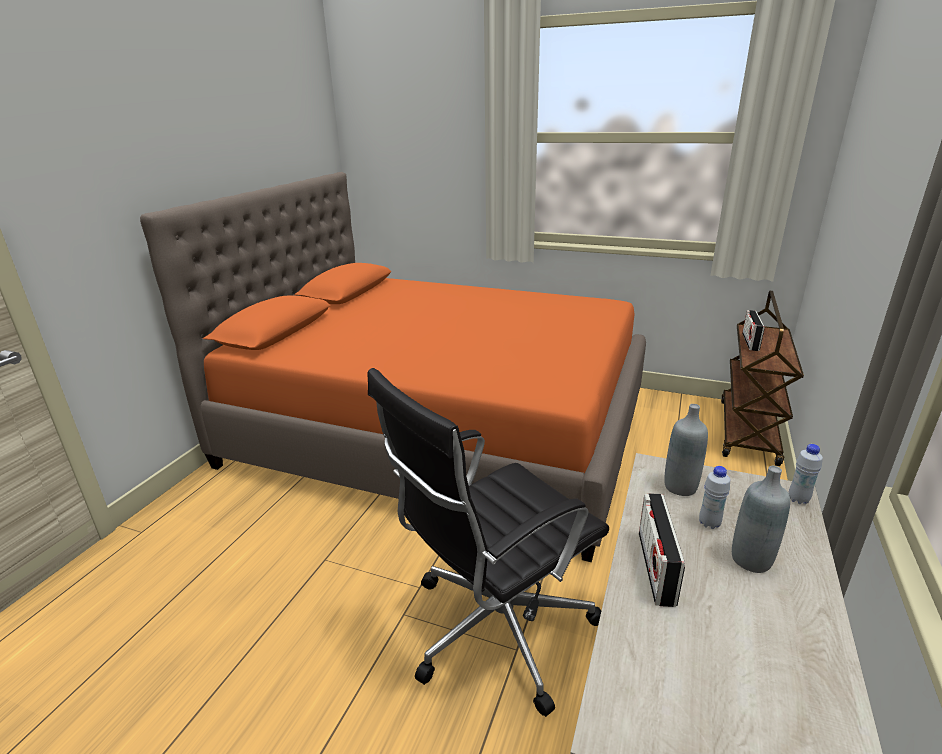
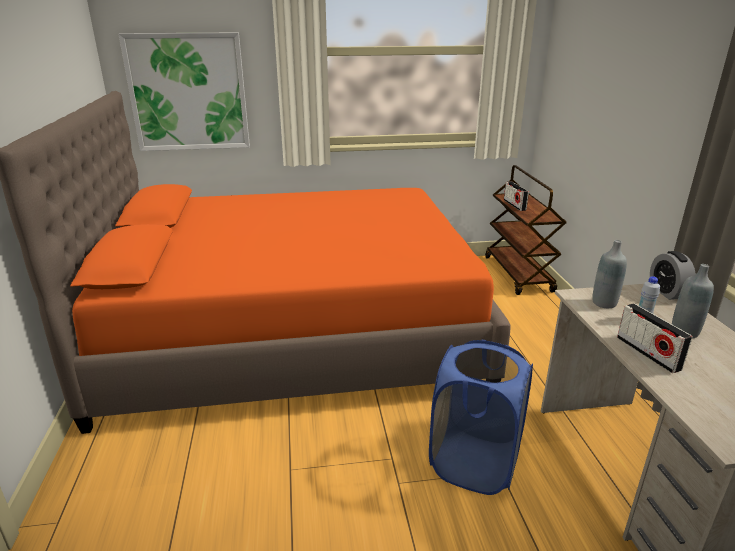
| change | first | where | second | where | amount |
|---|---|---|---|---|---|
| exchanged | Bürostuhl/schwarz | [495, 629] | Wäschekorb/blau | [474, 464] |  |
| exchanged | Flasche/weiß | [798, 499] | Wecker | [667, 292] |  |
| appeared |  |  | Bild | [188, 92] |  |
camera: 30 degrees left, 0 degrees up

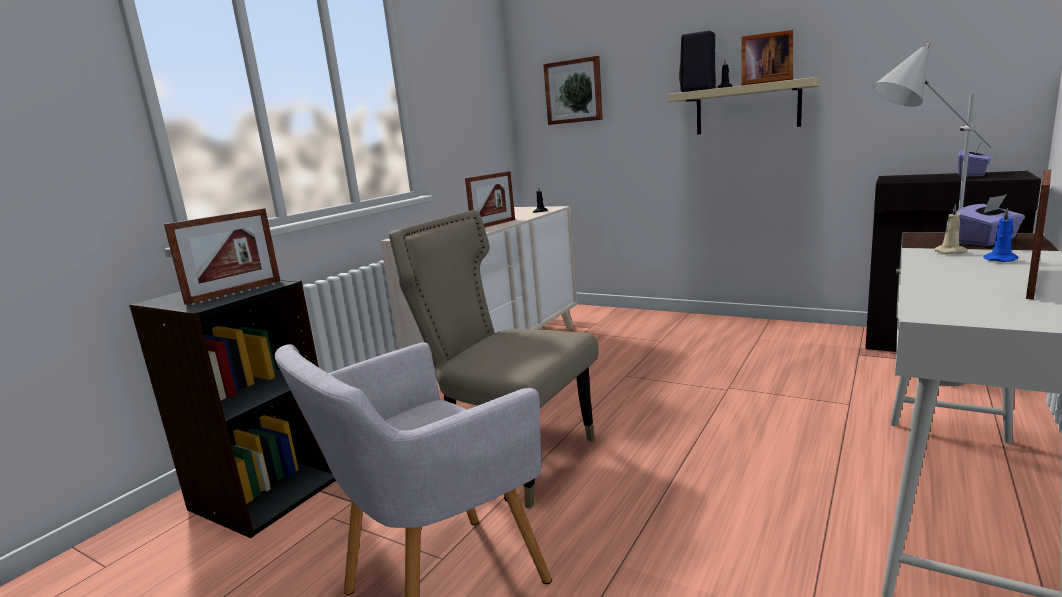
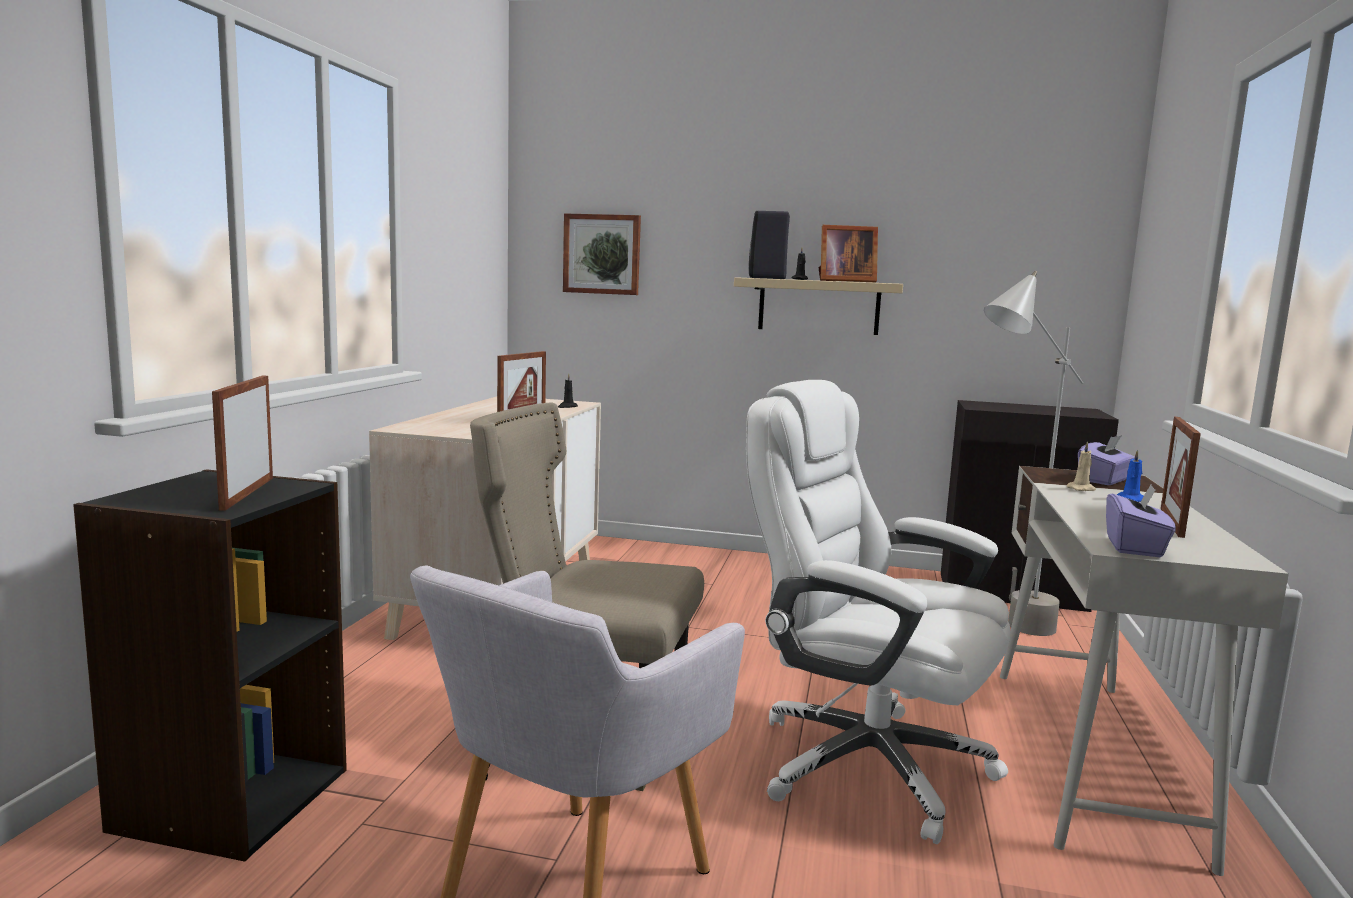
| change | first | where | second | where | amount |
|---|---|---|---|---|---|
| spun | Bilderrahmen | [235, 292] |  | [247, 493] | 150 degrees clockwise |
| relocated | Taschentuchbox/lila | [972, 175] |  | [1135, 547] |  |
| appeared |  |  | Bürostuhl/weiß | [865, 763] |  |
camera: 20 degrees left, 5 degrees down

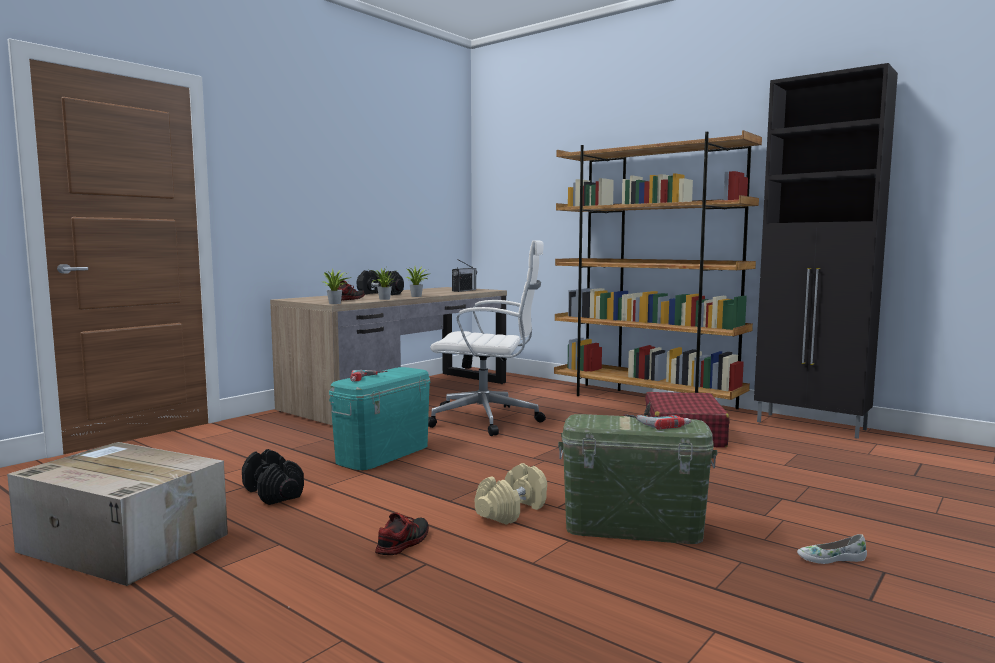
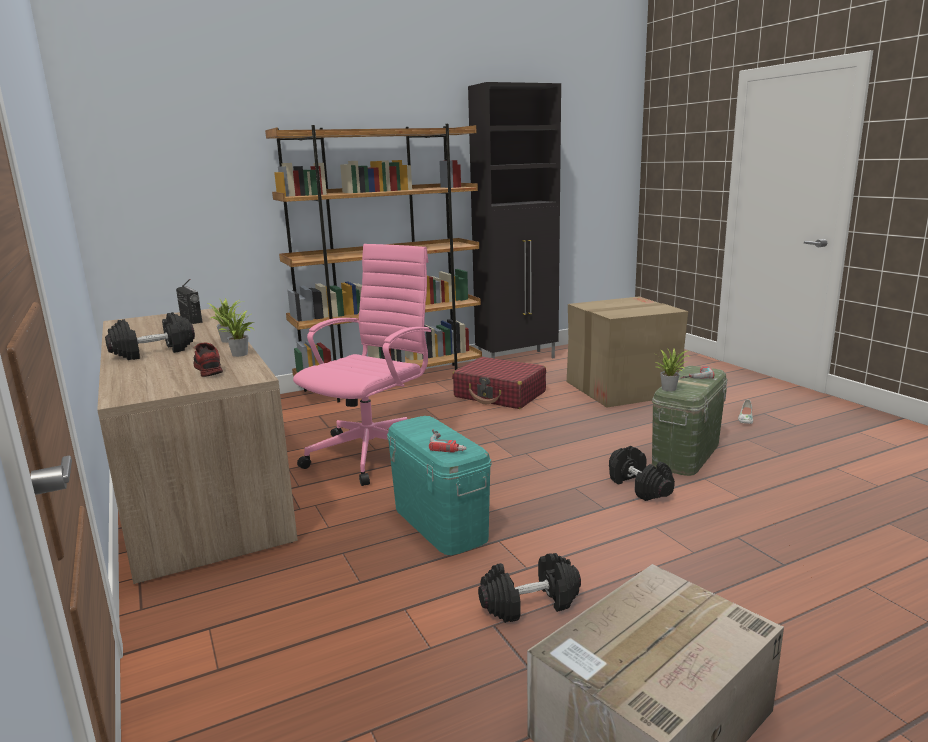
| change | first | where | second | where | amount |
|---|---|---|---|---|---|
| relocated | Topfpflanze | [336, 303] |  | [669, 388] |  |
| missing | Schuh | [403, 543] |  |  |  |
| colour | Bürostuhl/weiß | [488, 420] | Bürostuhl/rosa | [373, 453] |  |
| colour | Hantel/beige | [512, 511] | Hantel/schwarz | [640, 487] |  |
| appeared |  |  | Karton | [621, 388] |  |
camera: 65 degrees left, 10 degrees up

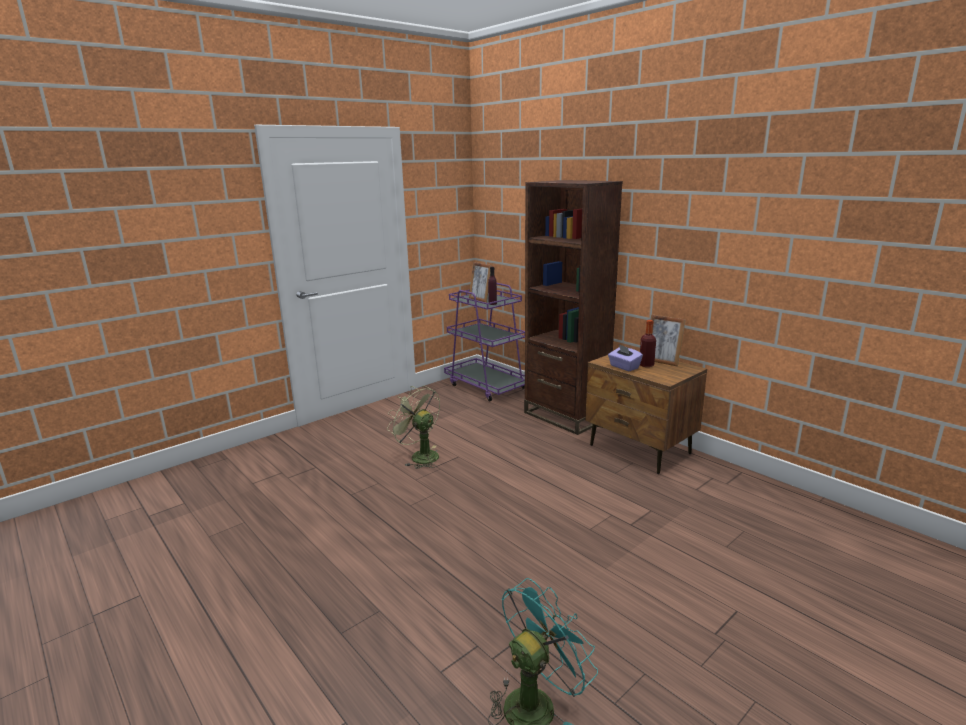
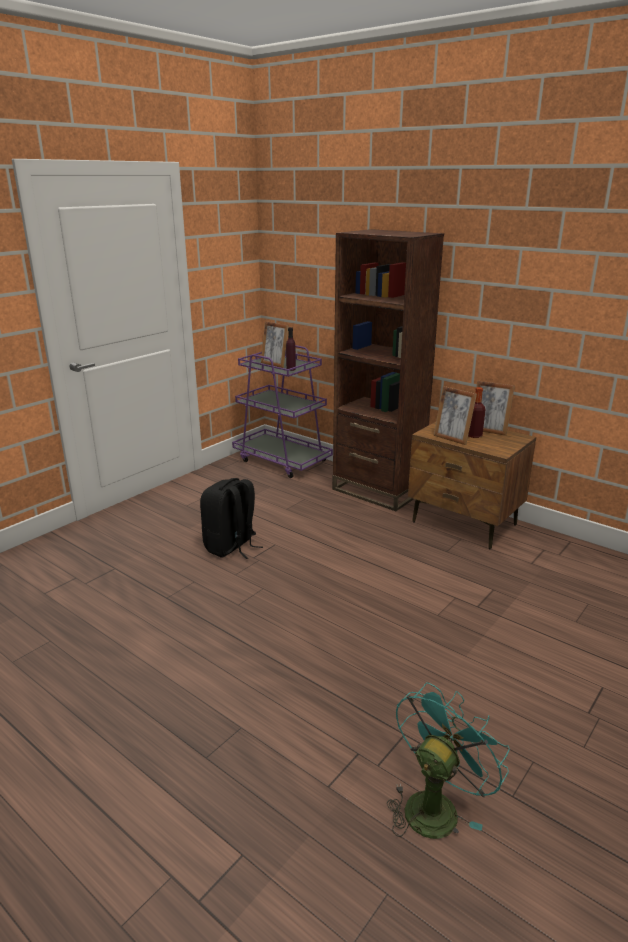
| change | first | where | second | where | amount |
|---|---|---|---|---|---|
| exchanged | Ventilator/grün | [419, 456] | Rucksack/schwarz | [231, 547] |  |
| exchanged | Taschentuchbox/lila | [624, 367] | Bilderrahmen | [452, 439] |  |
camera: 10 degrees left, 5 degrees up

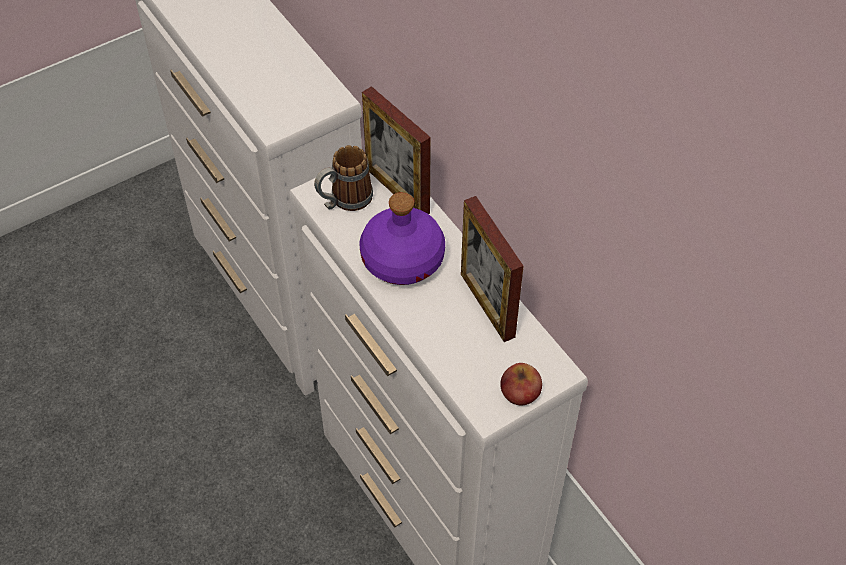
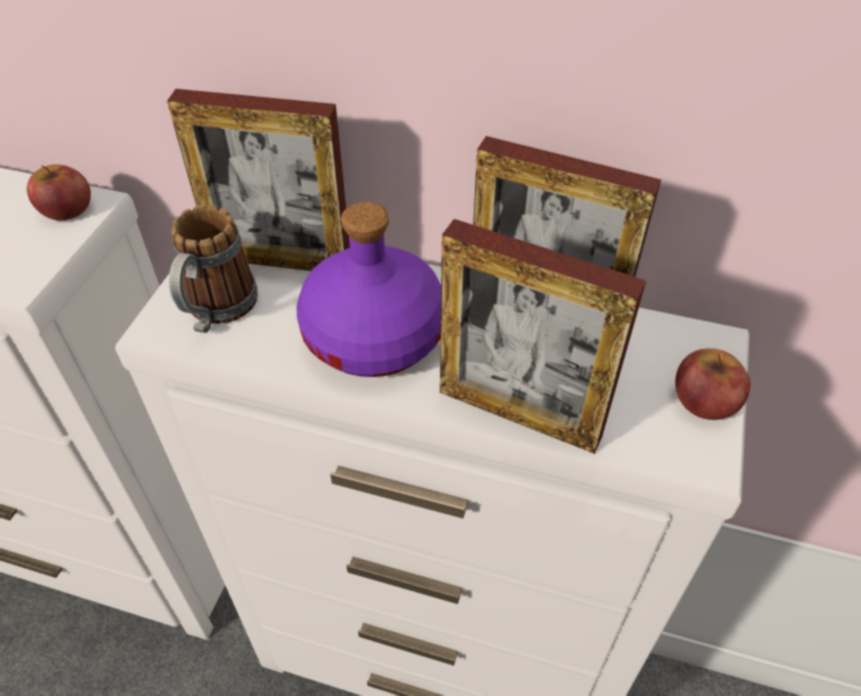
| change | first | where | second | where | amount |
|---|---|---|---|---|---|
| appeared |  |  | Apfel | [66, 208] |  |
| appeared |  |  | Bilderrahmen | [519, 413] |  |
camera: 40 degrees left, 5 degrees down

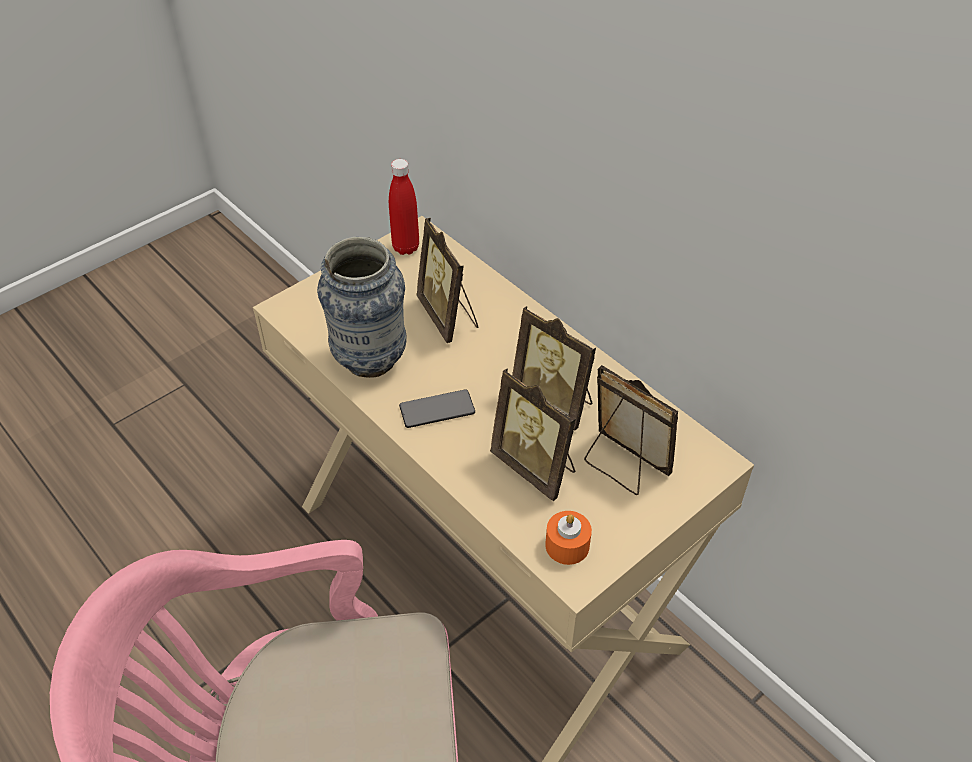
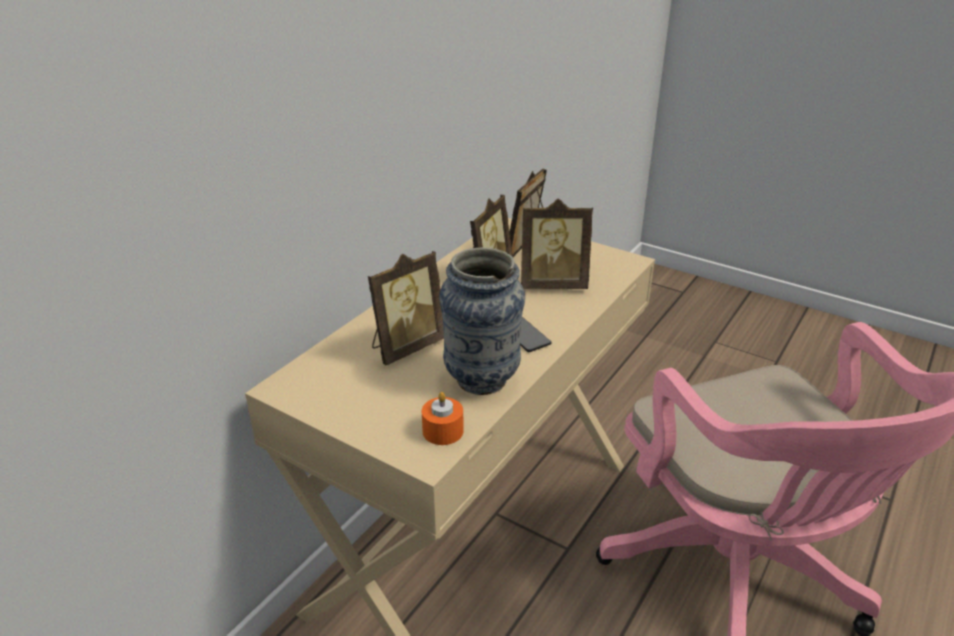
| change | first | where | second | where | amount |
|---|---|---|---|---|---|
| missing | Flasche/rot | [406, 247] |  |  |  |
| spun | Bilderrahmen | [536, 467] |  | [553, 284] | 60 degrees clockwise |
| relocated | Kerze/orange | [567, 545] |  | [443, 431] |  |
camera: 105 degrees left, 15 degrees down

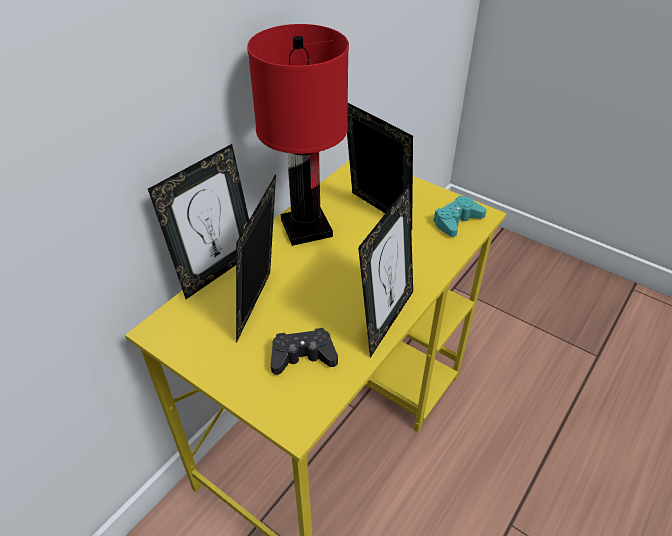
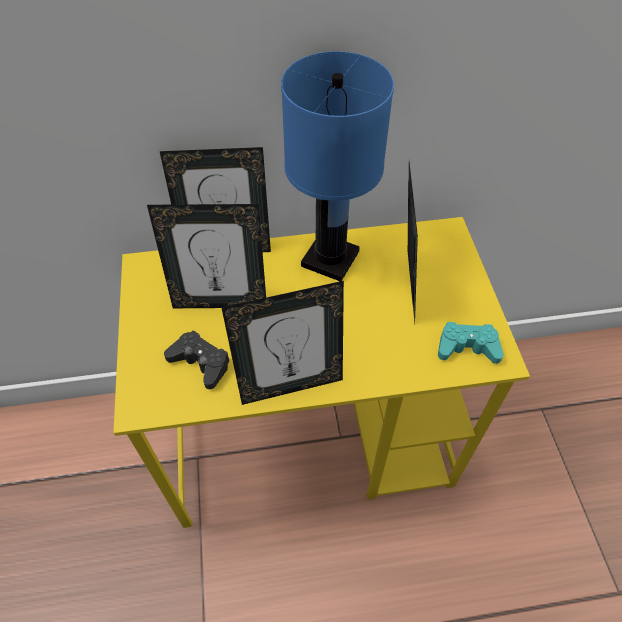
| change | first | where | second | where | amount |
|---|---|---|---|---|---|
| spun | Bilderrahmen | [261, 307] |  | [220, 301] | 150 degrees counterclockwise |
| colour | Tischlampe/rot | [306, 228] | Tischlampe/blau | [329, 259] |  |
camera: 45 degrees right, 10 degrees up

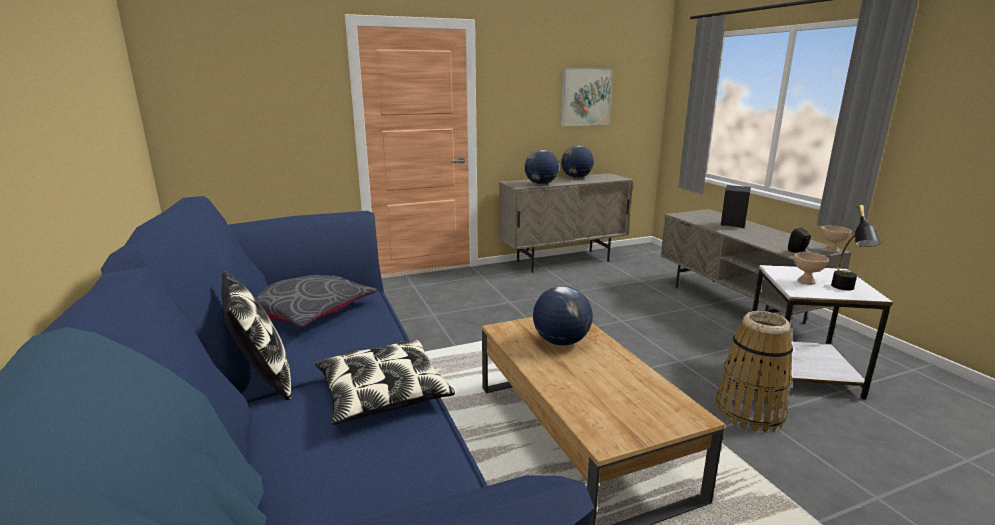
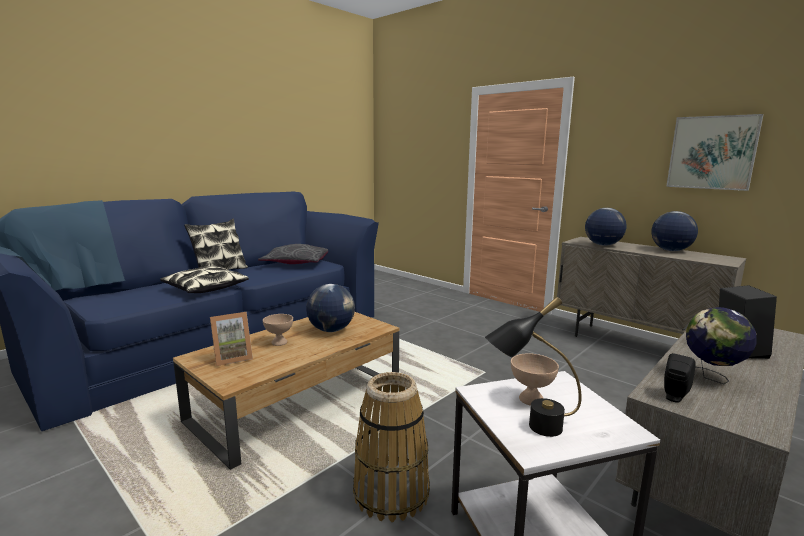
| change | first | where | second | where | amount |
|---|---|---|---|---|---|
| relocated | Schüssel/beige | [831, 250] |  | [280, 342] |  |
| appeared |  |  | Bilderrahmen | [232, 358] |  |
| appeared |  |  | Globus | [711, 377] |  |
camera: 65 degrees right, 5 degrees down

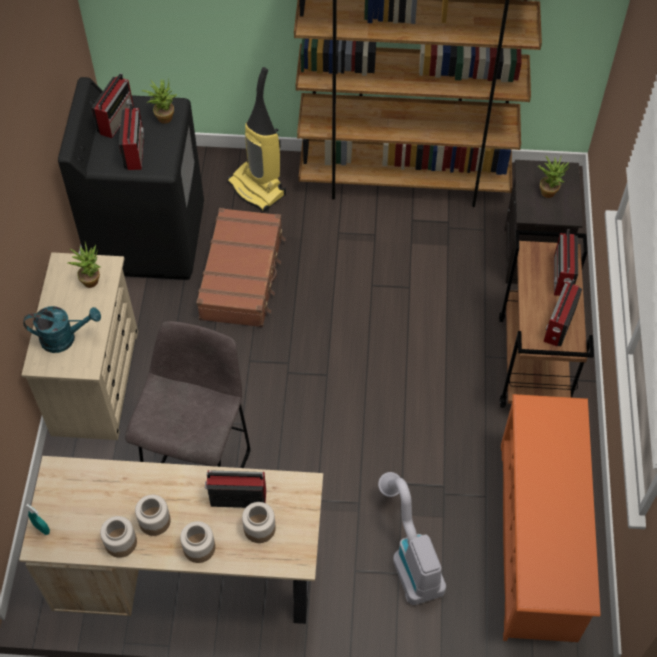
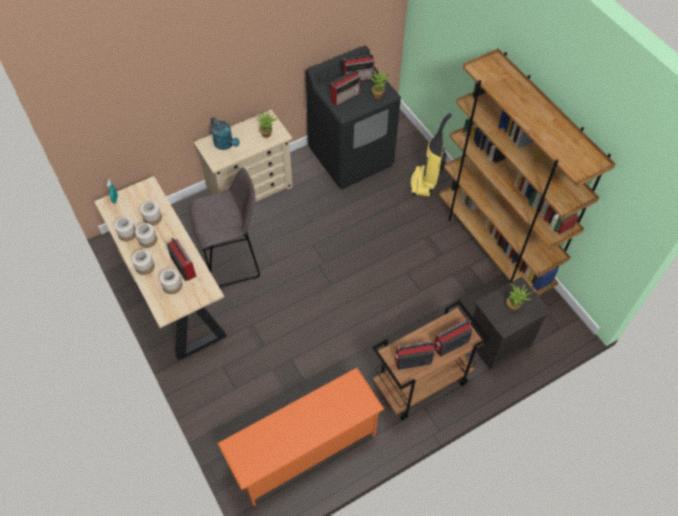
| change | first | where | second | where | amount |
|---|---|---|---|---|---|
| missing | Koffer/braun | [242, 275] |  |  |  |
| missing | Staubsauger | [409, 556] |  |  |  |
| appeared |  |  | Vorratsglas | [153, 218] |  |
camera: 55 degrees right, 0 degrees up

